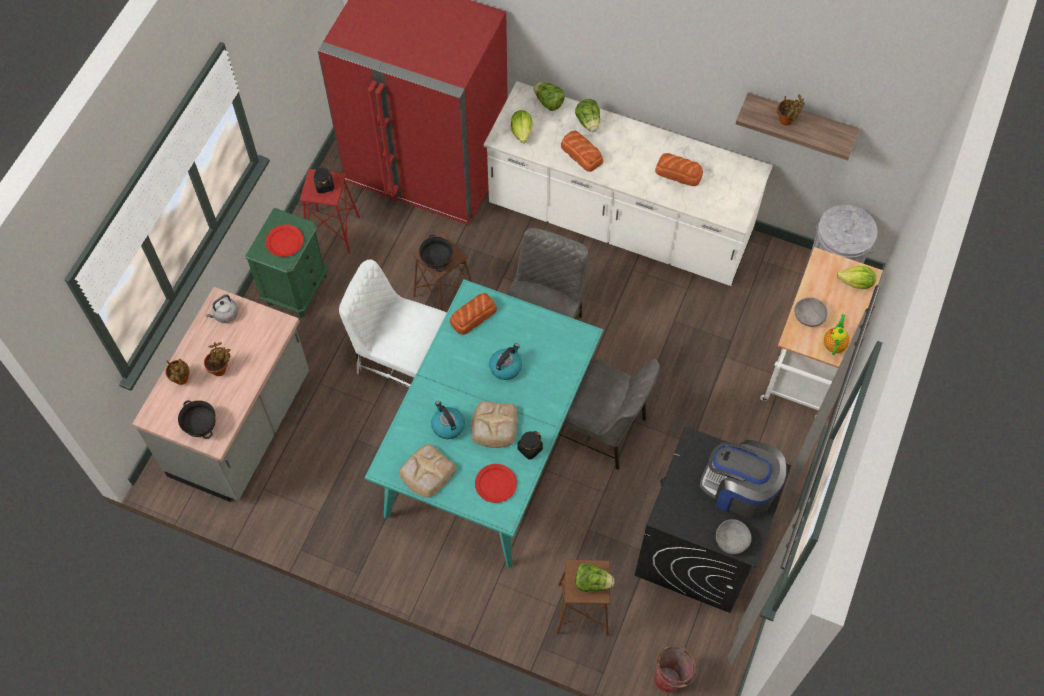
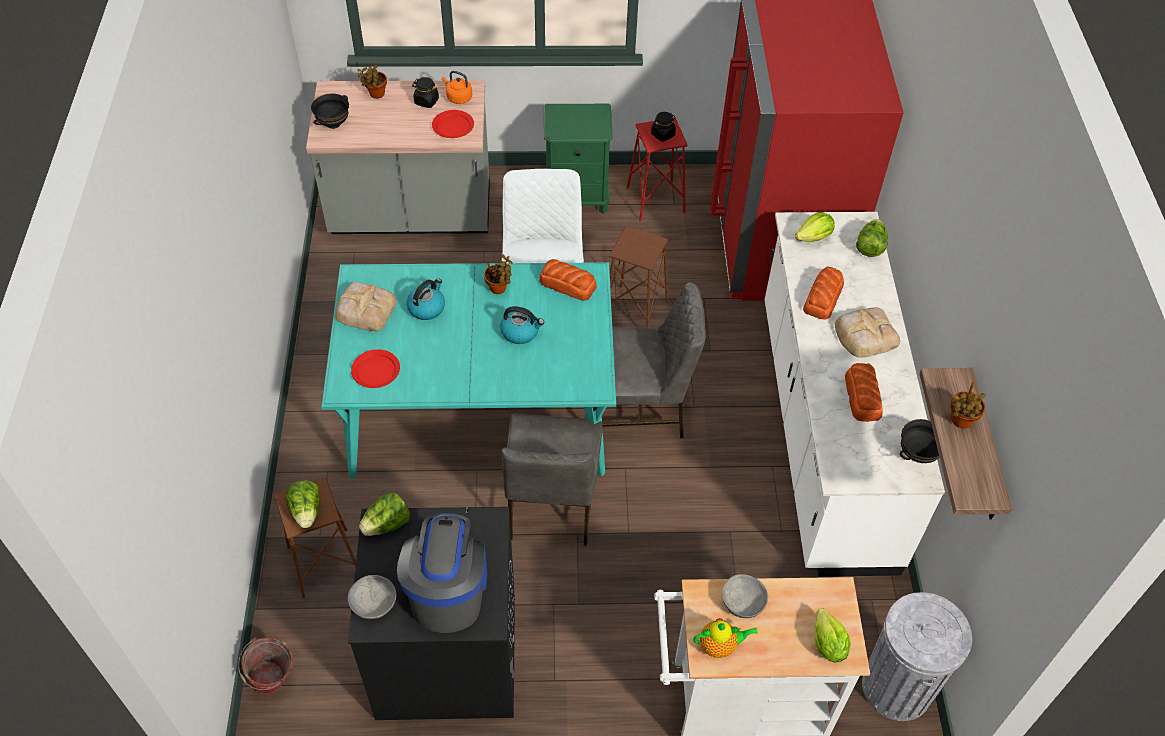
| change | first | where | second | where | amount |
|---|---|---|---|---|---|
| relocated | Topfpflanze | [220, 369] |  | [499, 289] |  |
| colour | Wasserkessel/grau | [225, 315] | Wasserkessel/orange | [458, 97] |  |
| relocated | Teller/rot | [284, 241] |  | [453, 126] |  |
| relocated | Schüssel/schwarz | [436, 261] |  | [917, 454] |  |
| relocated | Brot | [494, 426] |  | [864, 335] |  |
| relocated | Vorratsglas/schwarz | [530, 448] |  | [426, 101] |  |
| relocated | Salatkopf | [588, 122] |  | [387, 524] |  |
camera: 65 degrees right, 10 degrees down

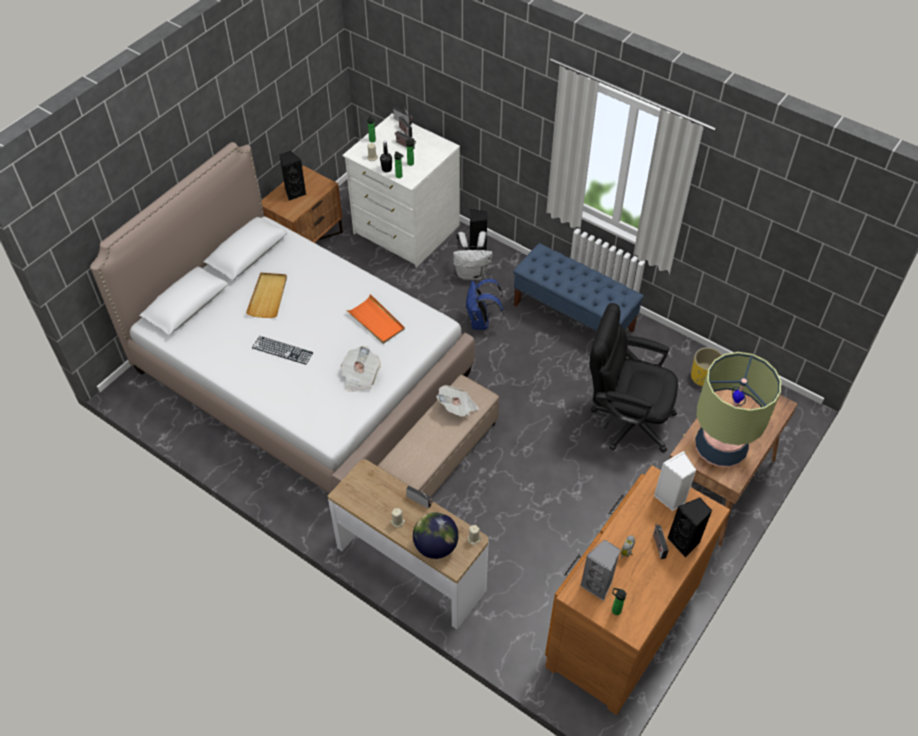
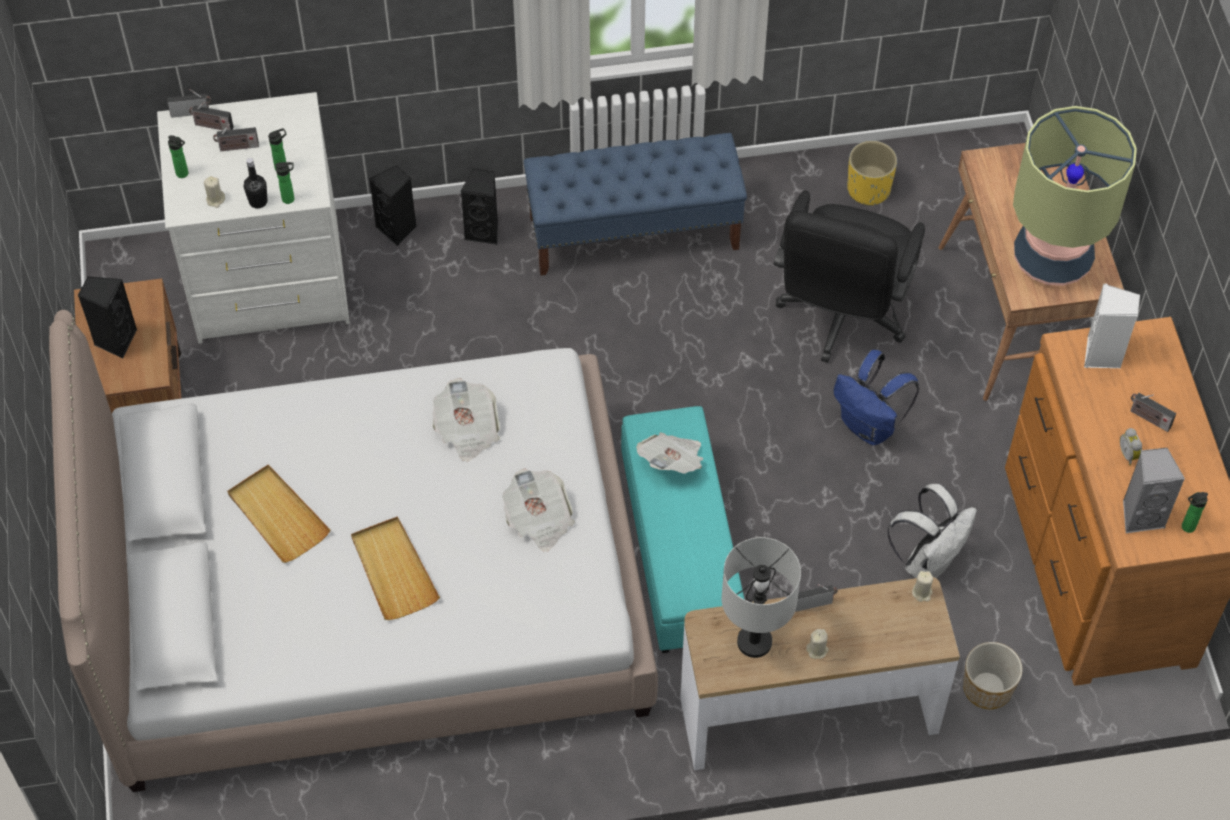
| change | first | where | second | where | amount |
|---|---|---|---|---|---|
| exchanged | Tastatur | [282, 350] | Tablett/beige | [393, 570] |  |
| exchanged | Tablett/orange | [376, 321] | Zeitung | [467, 430] |  |
| colour | Polsterhocker/beige | [439, 456] | Polsterhocker/türkis | [678, 549] |  |
| missing | Globus | [436, 546] |  |  |  |
| relocated | Rucksack/weiß | [471, 273] |  | [928, 560] |  |
| relocated | Rucksack/blau | [481, 322] |  | [870, 426] |  |
| spun | Bürostuhl/schwarz | [625, 419] |  | [840, 318] | 45 degrees counterclockwise |
| relocated | Lautsprecher/schwarz | [685, 542] |  | [484, 231] |  |
| appeared |  |  | Tischlampe/grau | [754, 642] |  |
| appeared |  |  | Pflanzkübel | [988, 689] |  |
camera: 45 degrees left, 5 degrees up

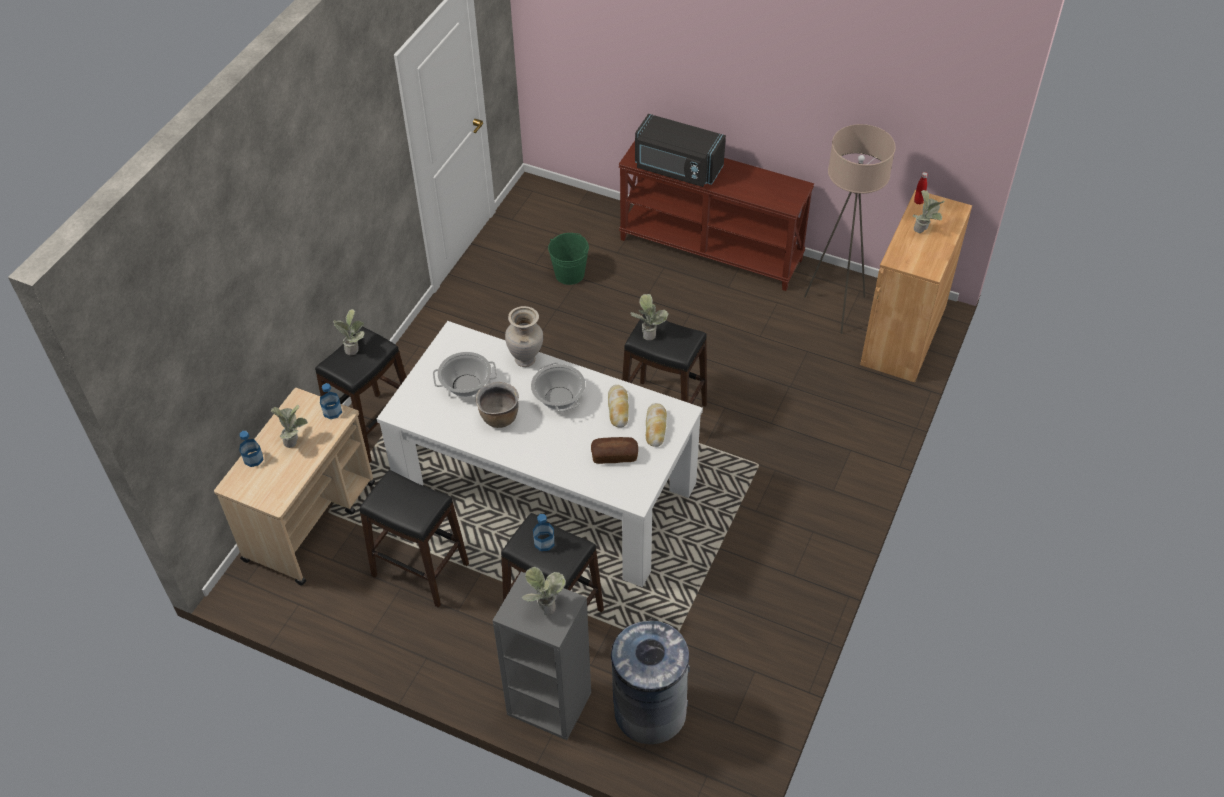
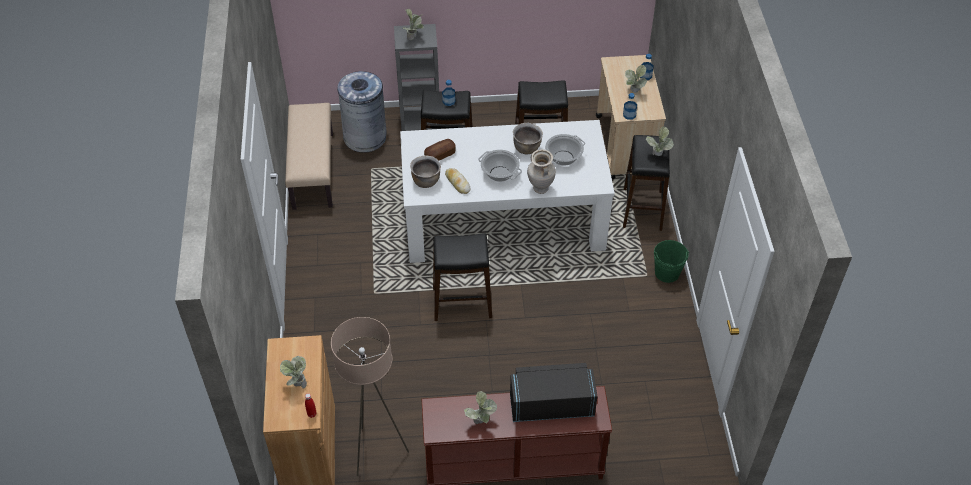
| change | first | where | second | where | amount |
|---|---|---|---|---|---|
| relocated | Eimer/grün | [569, 274] |  | [667, 273] |  |
| relocated | Topfpflanze | [648, 332] |  | [481, 422] |  |
| exchanged | Brot | [655, 427] | Kochtopf/braun | [426, 181] |  |
| appeared |  |  | Bank/beige | [312, 170] |  |
camera: 150 degrees right, 0 degrees up

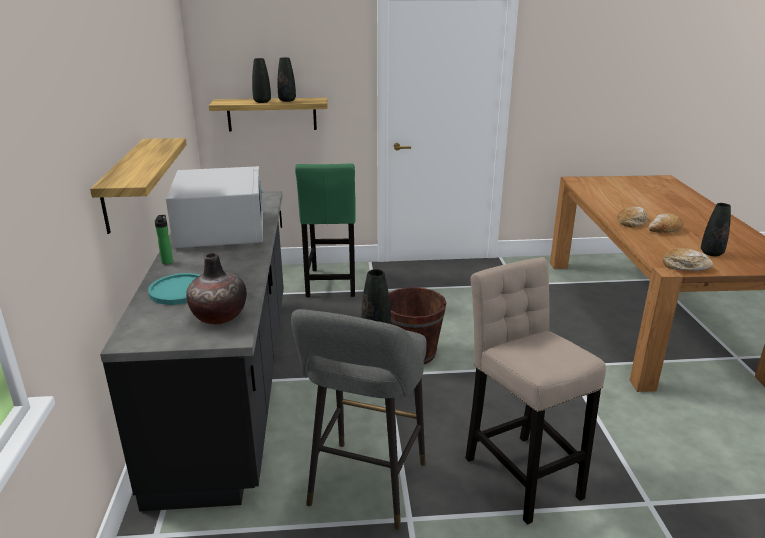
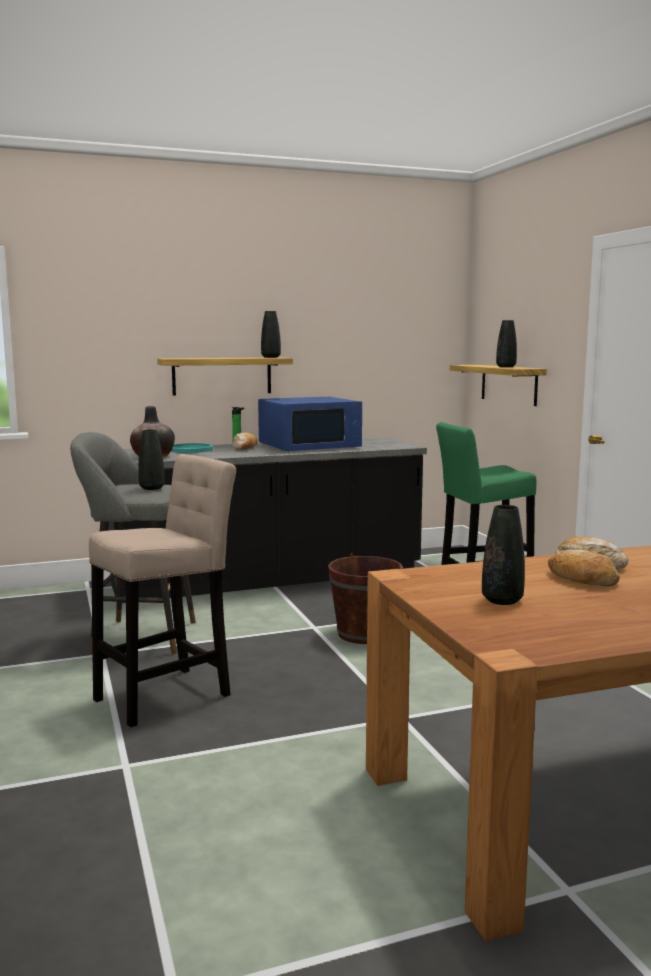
| change | first | where | second | where | amount |
|---|---|---|---|---|---|
| colour | Mikrowelle/weiß | [222, 229] | Mikrowelle/blau | [310, 446] |  |
| relocated | Vase/schwarz | [262, 101] |  | [271, 357] |  |
| relocated | Brot | [685, 266] |  | [244, 448] |  |
camera: 75 degrees right, 15 degrees down

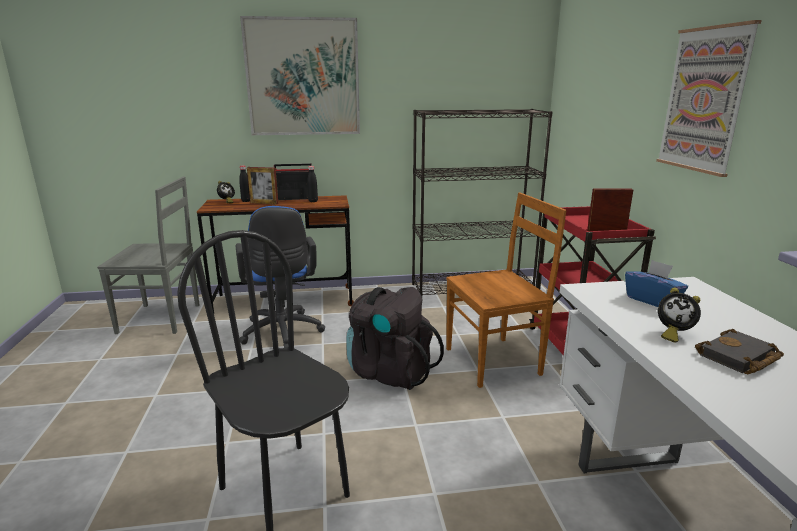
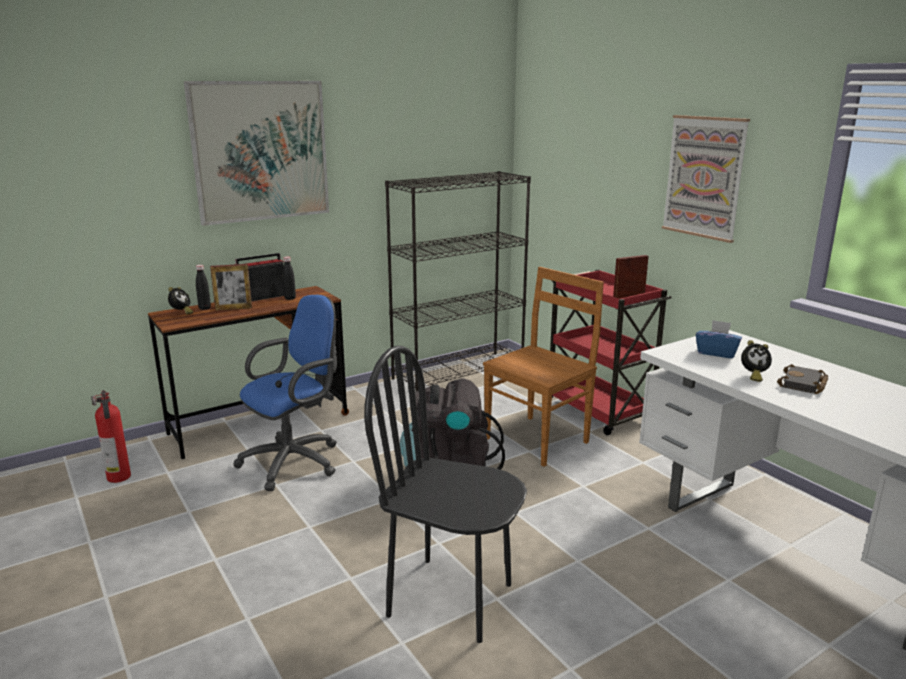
| change | first | where | second | where | amount |
|---|---|---|---|---|---|
| exchanged | Stuhl/grau | [162, 319] | Feuerlöscher | [119, 477] |  |
| spun | Bürostuhl/blau | [282, 333] |  | [296, 461] | 90 degrees counterclockwise |
camera: 25 degrees left, 0 degrees up

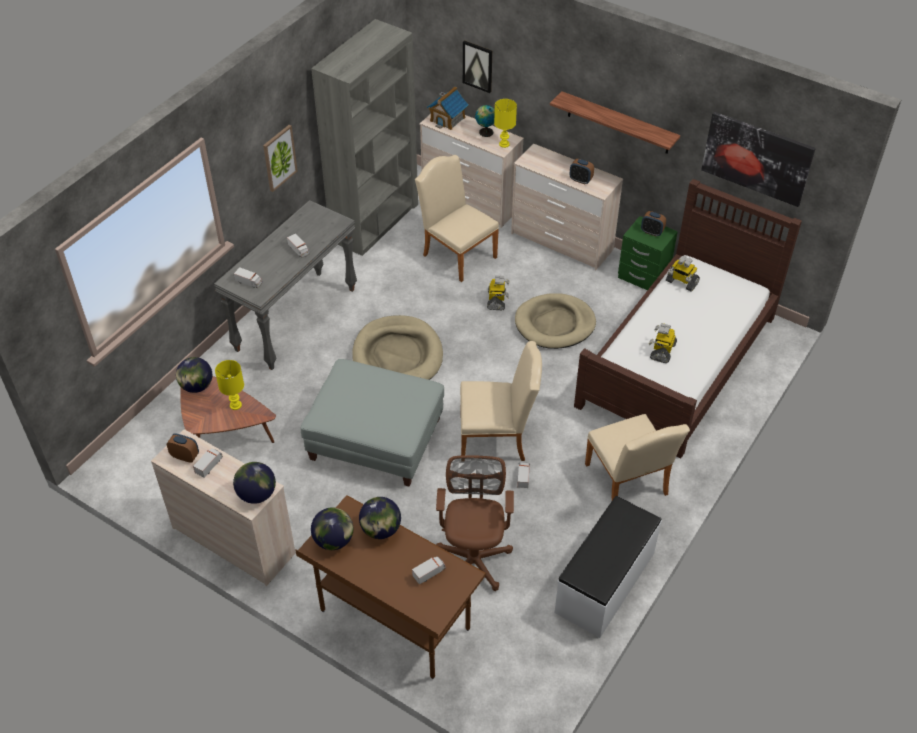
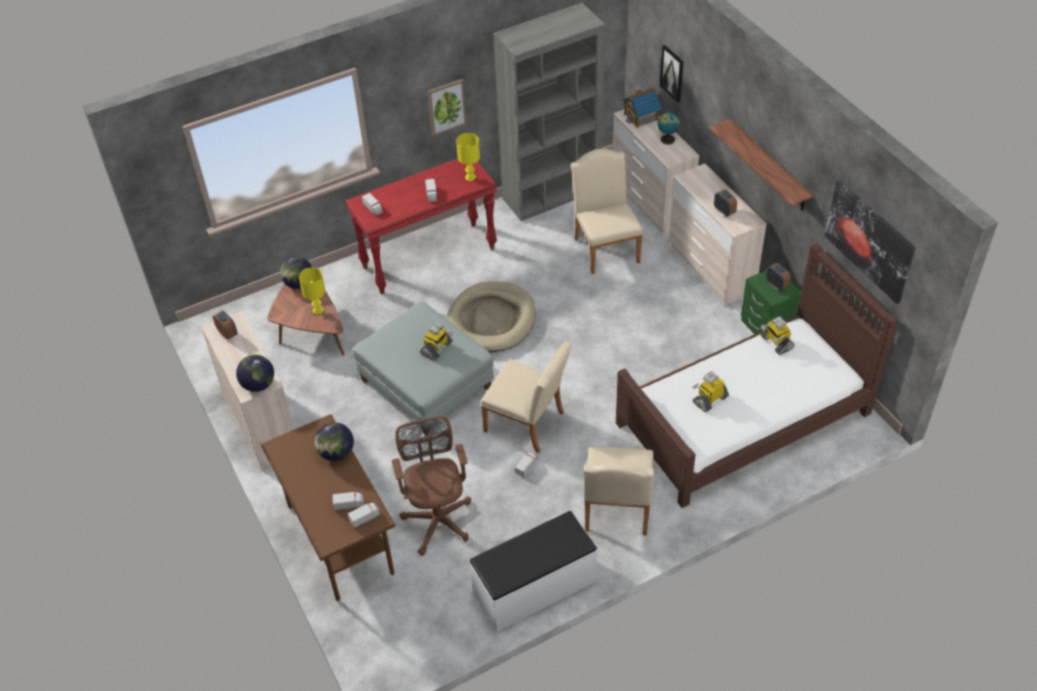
| change | first | where | second | where | amount |
|---|---|---|---|---|---|
| relocated | Spielzeuglaster | [209, 465] |  | [365, 517] |  |
| colour | Konsolentisch/grau | [295, 319] | Konsolentisch/rot | [429, 257] |  |
| missing | Globus | [334, 540] |  |  |  |
| spun | Bürostuhl/braun | [473, 558] |  | [437, 518] | 45 degrees counterclockwise |
| relocated | Spielzeugroboter | [497, 300] |  | [437, 349] |  |
| relocated | Tischlampe/gelb | [503, 144] |  | [470, 177] |  |
| missing | Hundebett/beige | [555, 324] |  |  |  |
camera: 30 degrees right, 0 degrees up

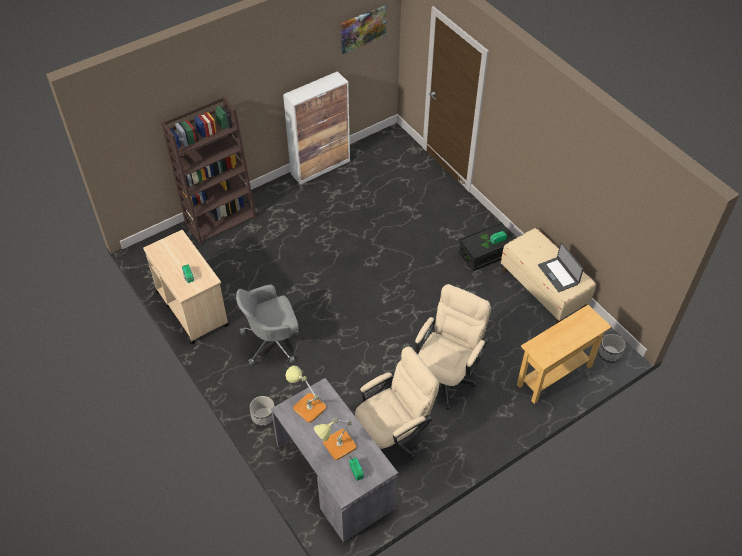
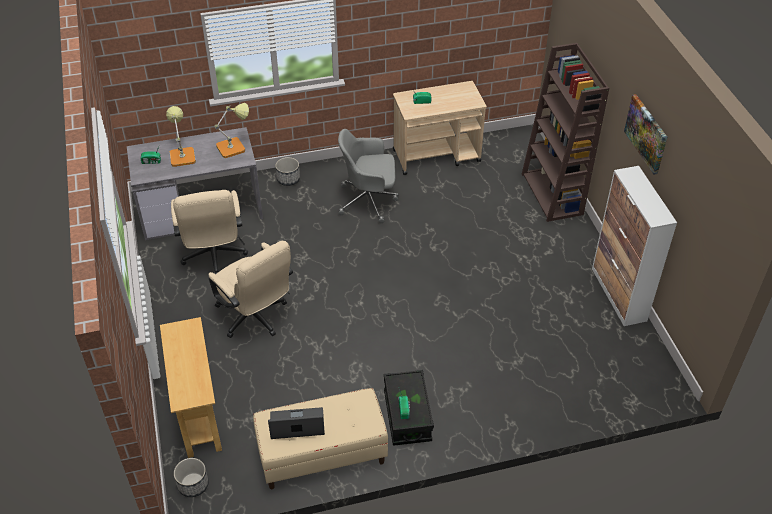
| change | first | where | second | where | amount |
|---|---|---|---|---|---|
| spun | Bürostuhl/grau | [272, 341] |  | [369, 200] | 90 degrees counterclockwise |
| relocated | Bild | [362, 28] |  | [646, 133] |  |
camera: 110 degrees right, 5 degrees down

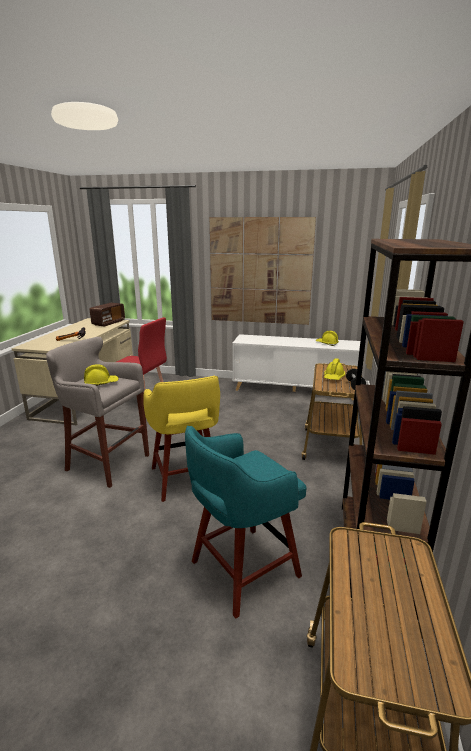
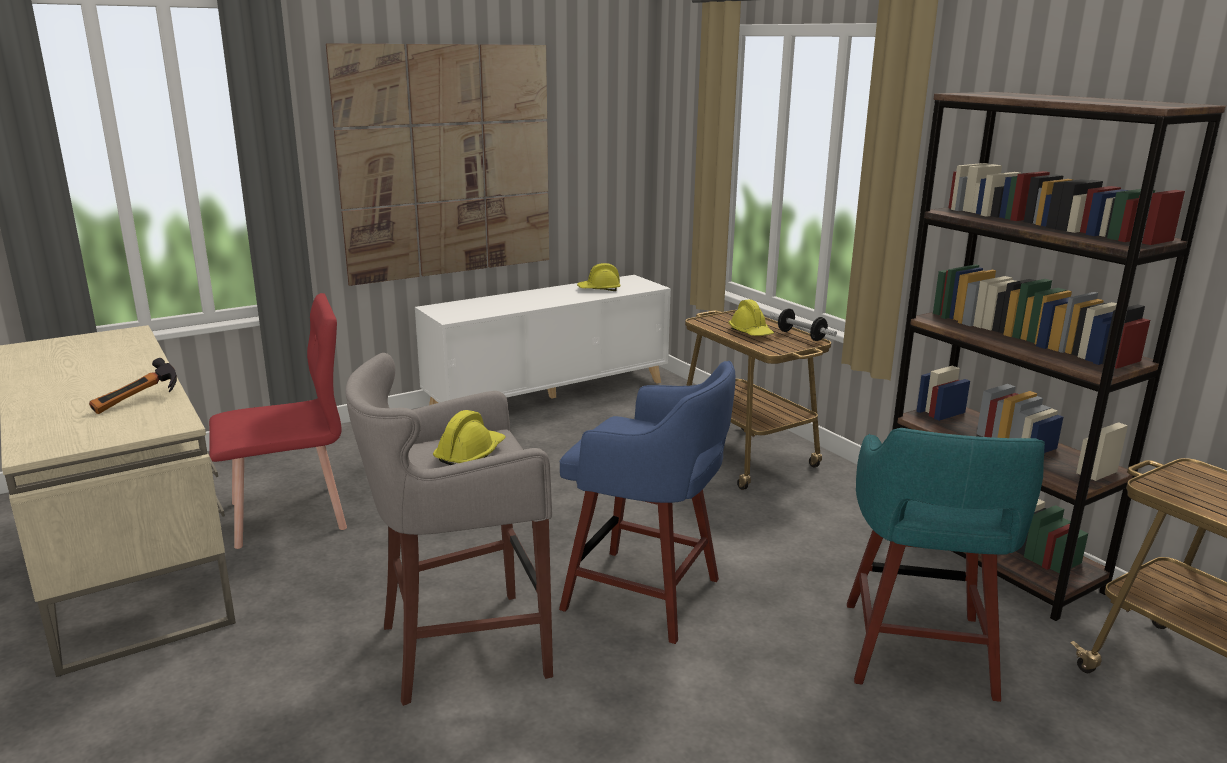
| change | first | where | second | where | amount |
|---|---|---|---|---|---|
| missing | Radio | [108, 323] |  |  |  |
| colour | Hocker/gelb | [185, 479] | Hocker/blau | [646, 596] |  |
camera: 45 degrees left, 0 degrees up

